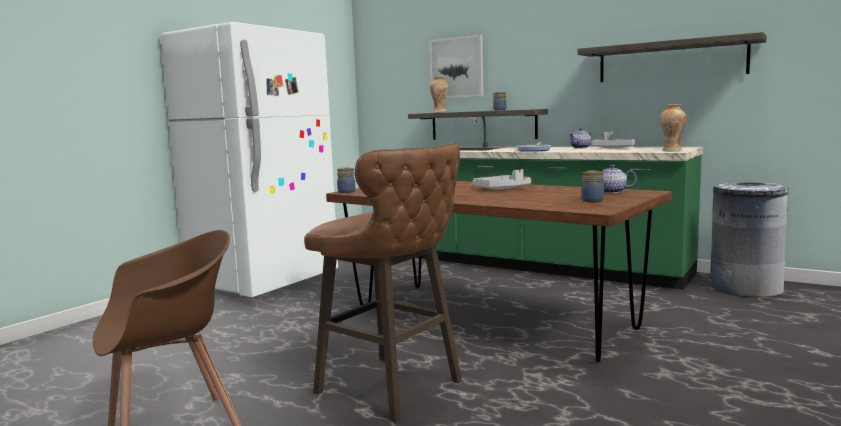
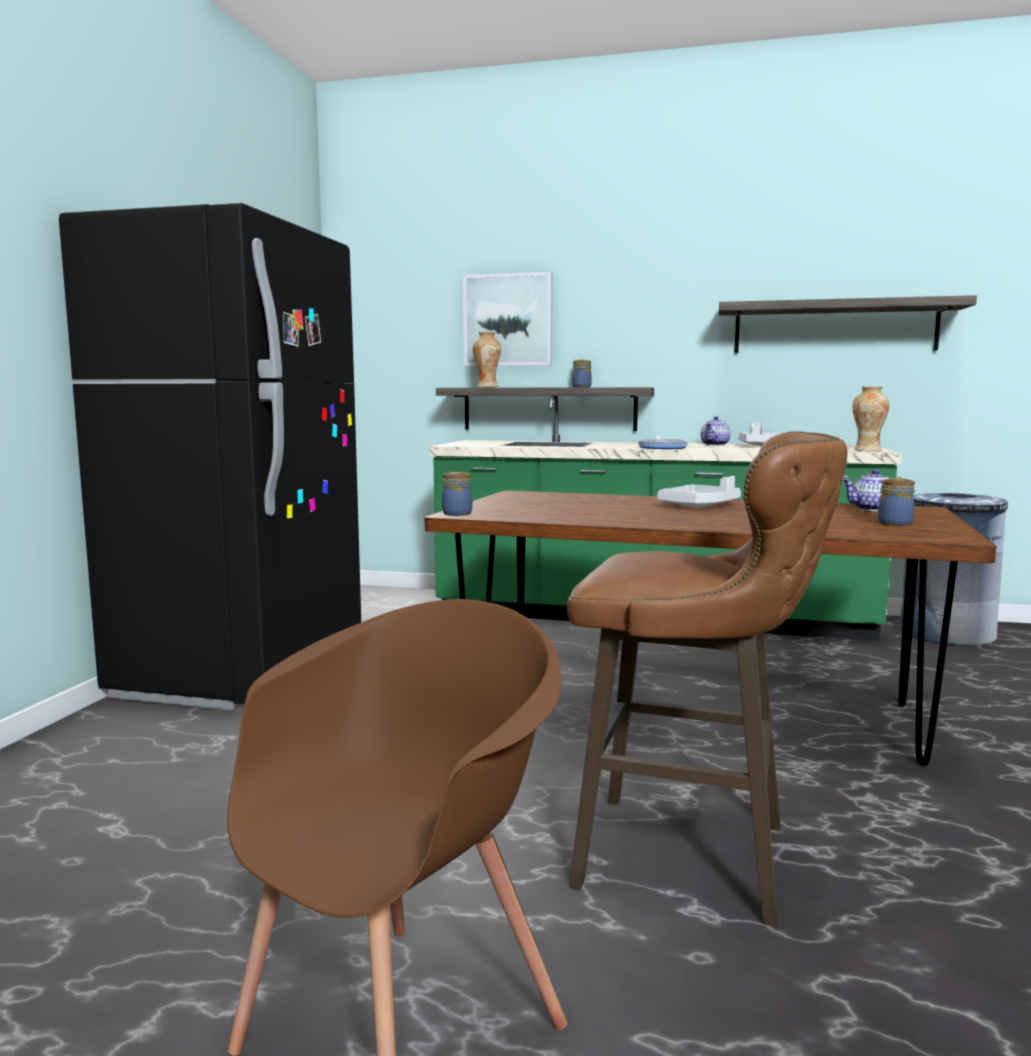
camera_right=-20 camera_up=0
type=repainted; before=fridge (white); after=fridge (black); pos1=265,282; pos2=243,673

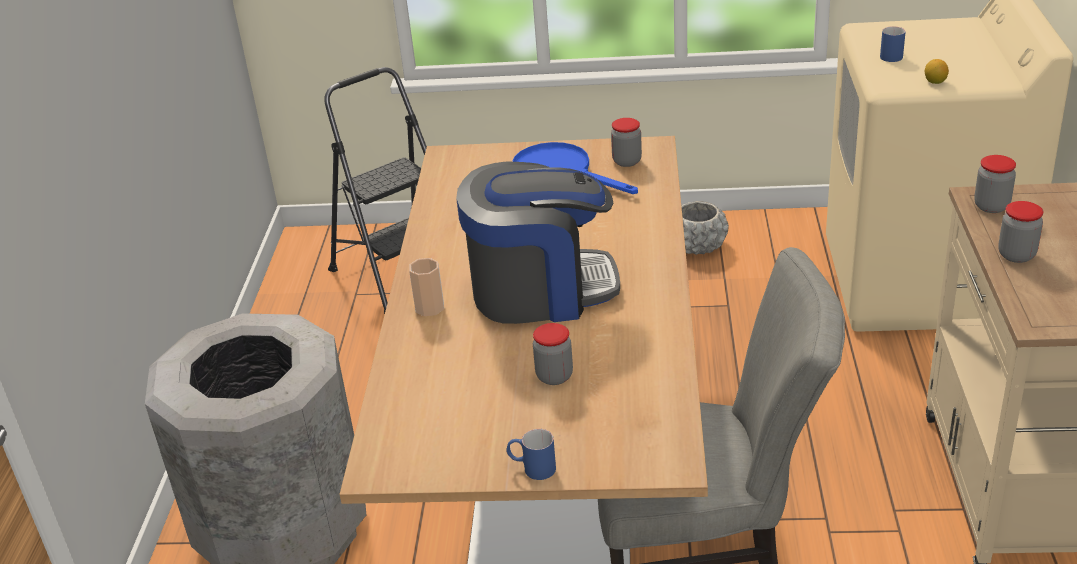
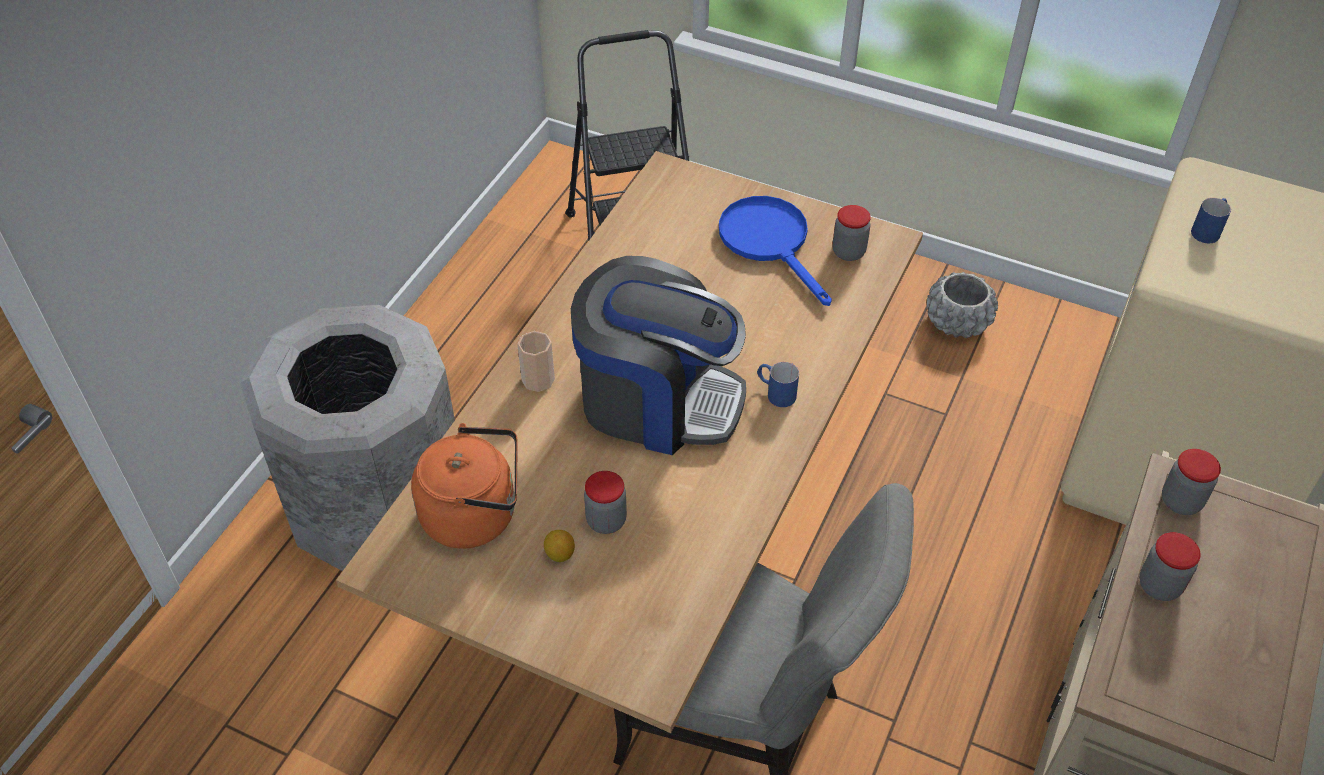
camera_right=20 camera_up=15
type=new; after=kettle (orange); pos2=476,514
type=shifted; before=lemon; pos1=935,82; pos2=560,554
type=shifted; before=mug (blue); pos1=532,468; pos2=775,393

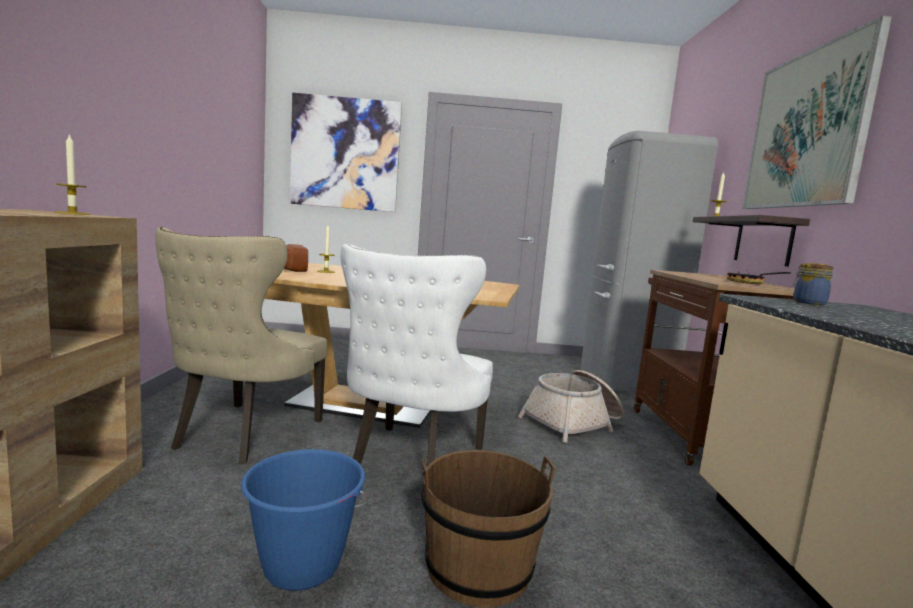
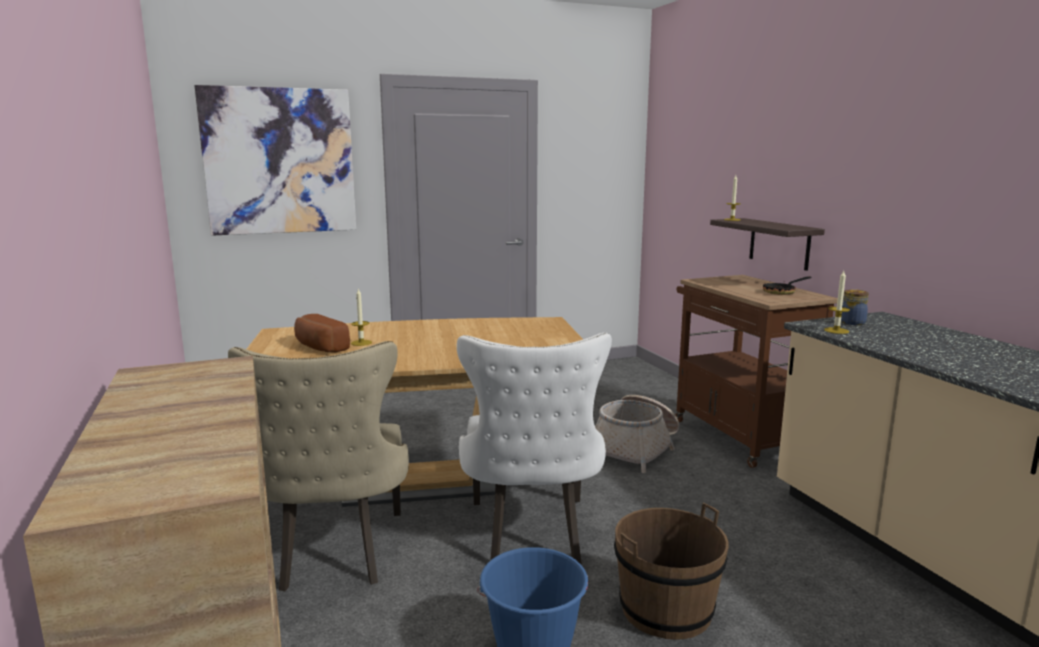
camera_right=-20 camera_up=5
type=shifted; before=candle; pos1=72,213; pos2=836,330
type=gone; before=fridge (grey); pos1=623,381
type=gone; before=picture; pos1=807,129

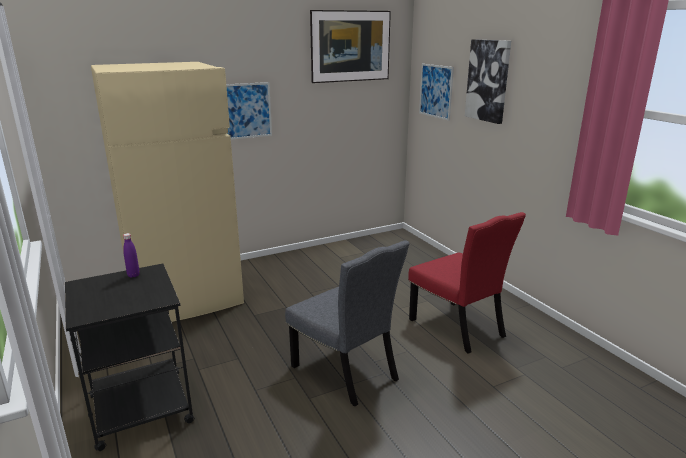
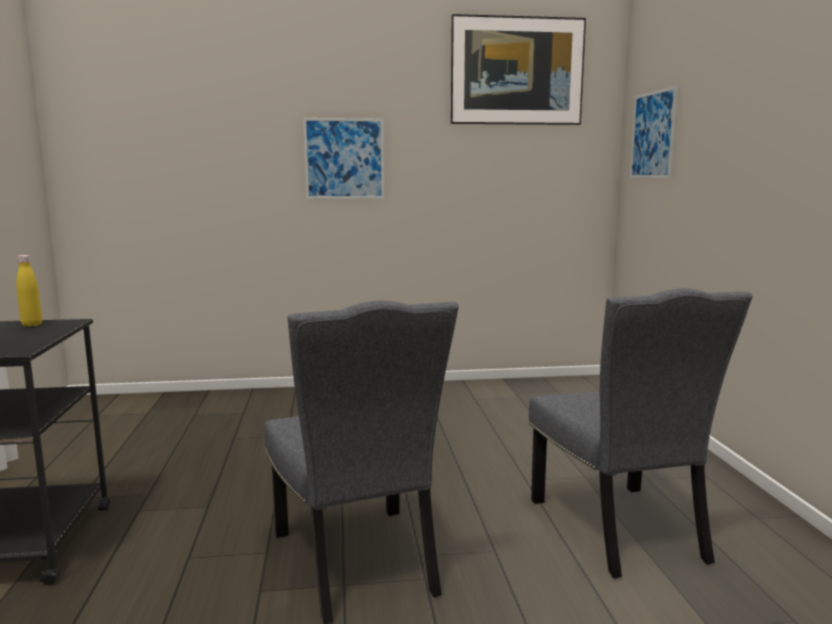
camera_right=20 camera_up=-10
type=repainted; before=bottle (purple); after=bottle (yellow); pos1=133,275; pos2=32,325
type=repainted; before=chair (red); after=chair (grey); pos1=456,326; pos2=618,526
type=gone; before=fridge (beige); pos1=184,294
type=gone; before=picture; pos1=488,80

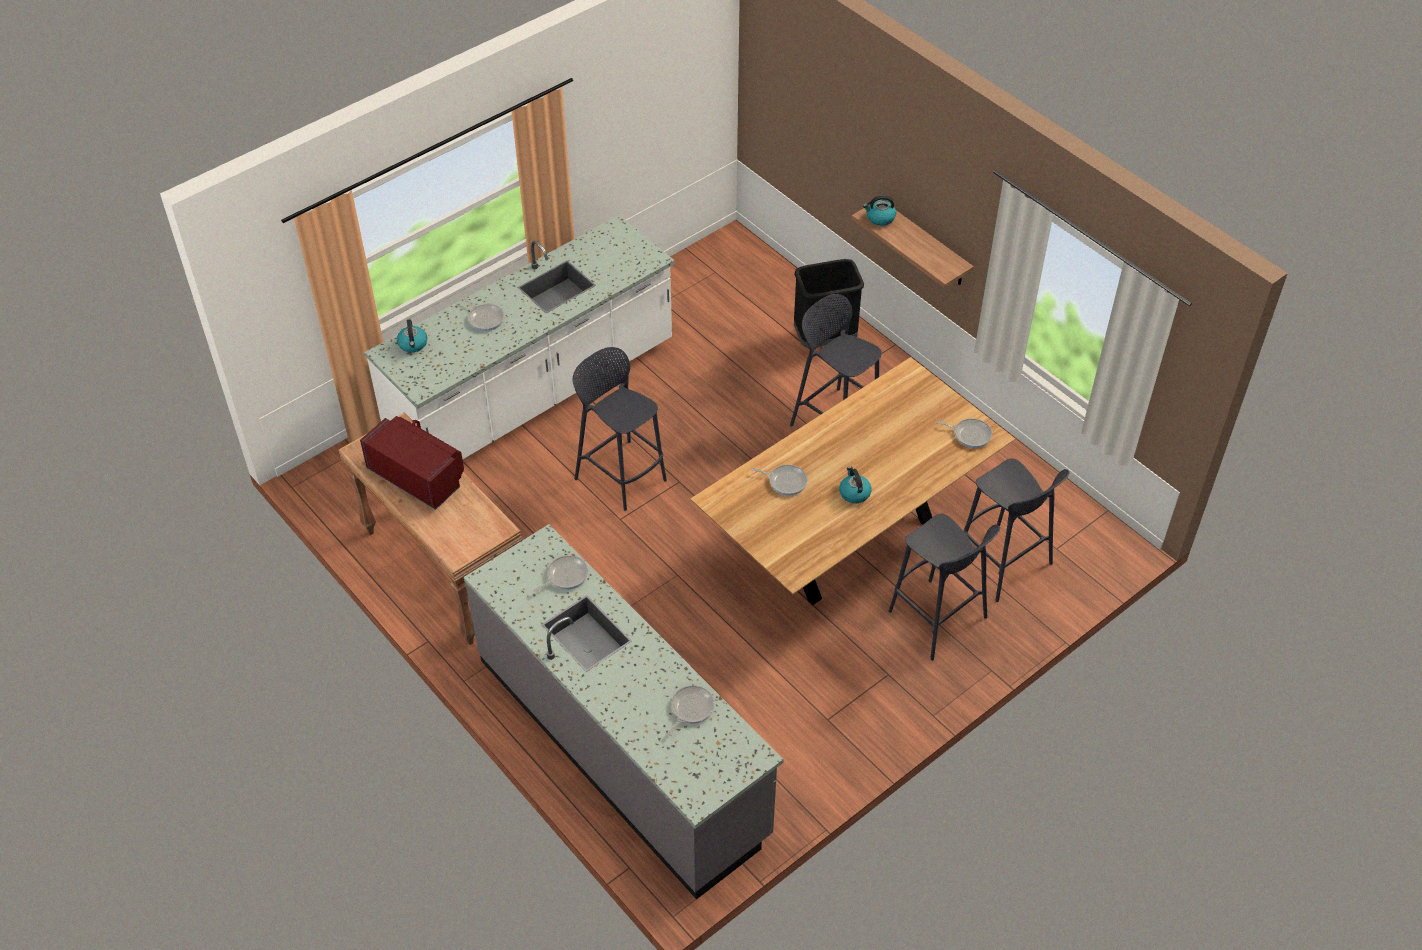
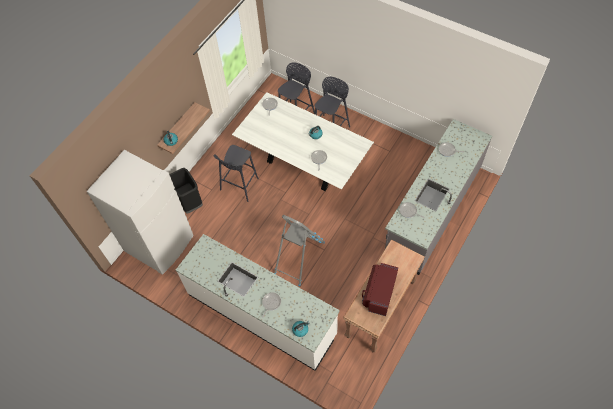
camera_right=-105 camera_up=10
type=new; after=fridge (white); pos2=159,243
type=repainted; before=dining table (brown); after=dining table (white); pos1=848,540; pos2=304,165
type=swapped; before=stool (grey); after=step ladder (grey); pos1=622,476; pos2=300,257

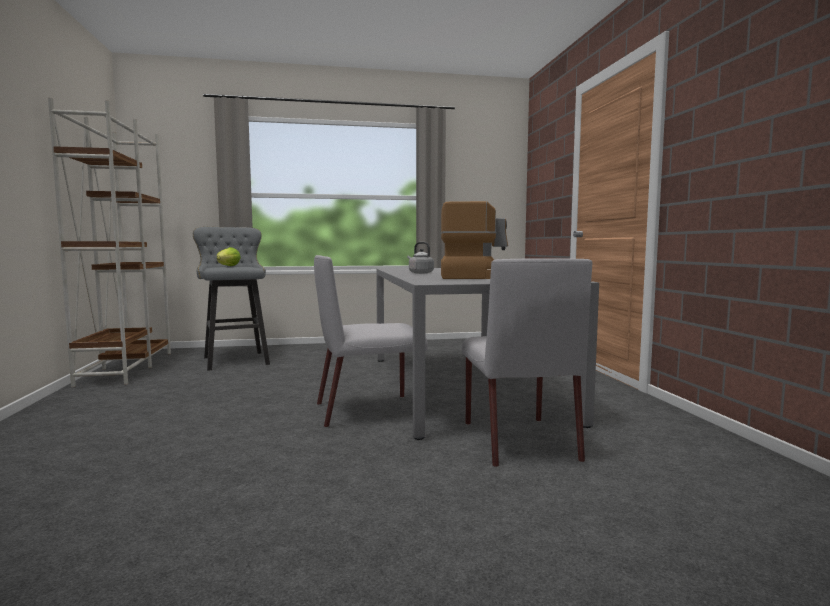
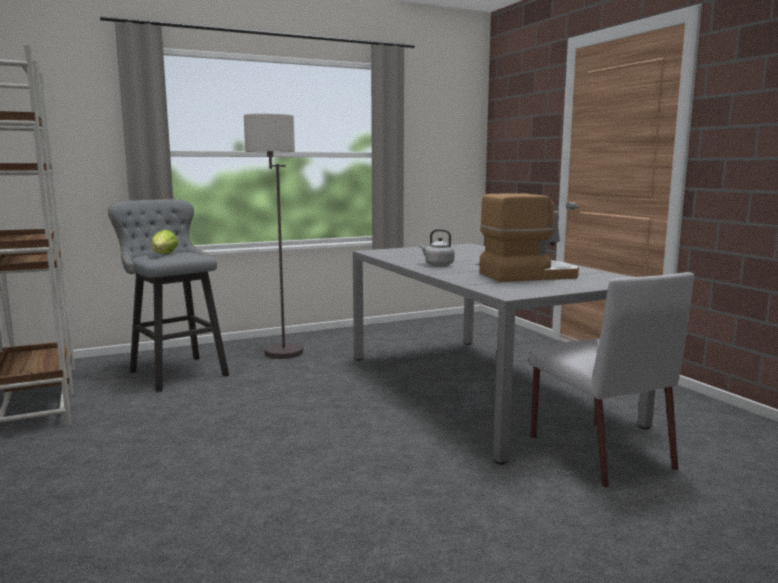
camera_right=-15 camera_up=5
type=new; after=floor lamp (grey); pos2=279,350
type=gone; before=chair (grey); pos1=370,410

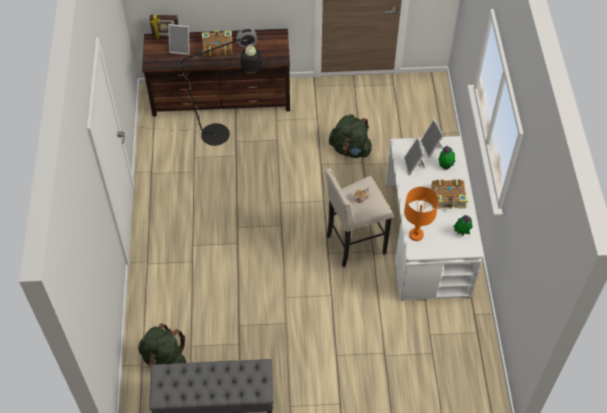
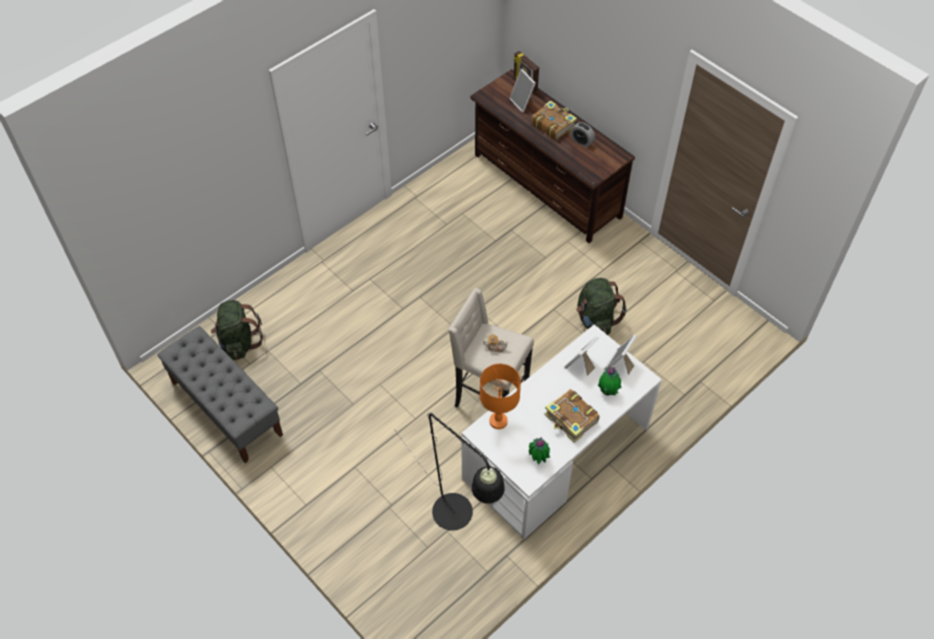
camera_right=50 camera_up=0
type=shifted; before=floor lamp (black); pos1=223,135; pos2=459,520

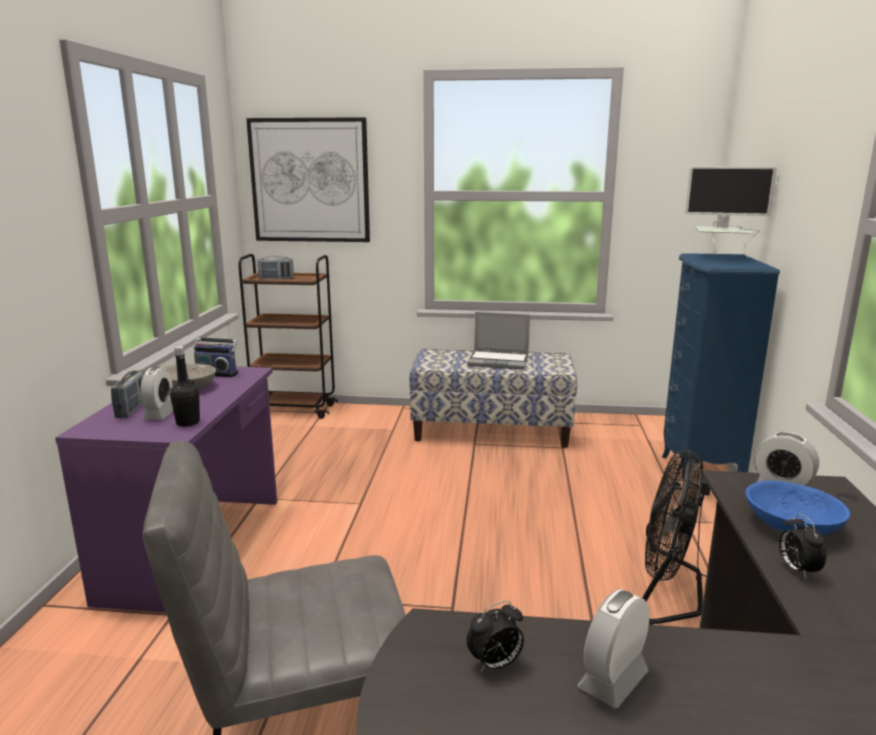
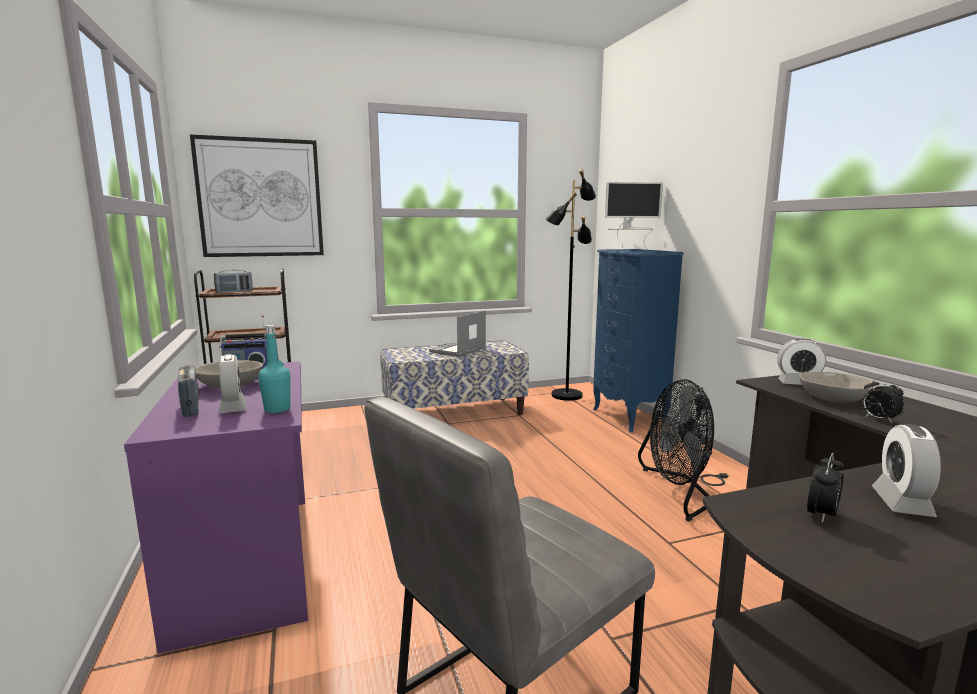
camera_right=-25 camera_up=-5
type=repainted; before=bottle (black); after=bottle (turquoise); pos1=188,422; pos2=277,409
type=rotated; before=laptop; pos1=499,361; pos2=458,350; turn=135
type=new; after=floor lamp (black); pos2=566,395
type=repainted; before=bowl (blue); after=bowl (grey); pos1=791,525; pos2=834,398

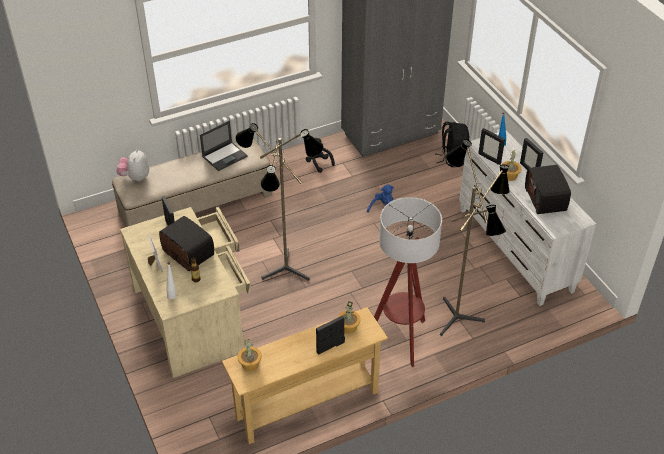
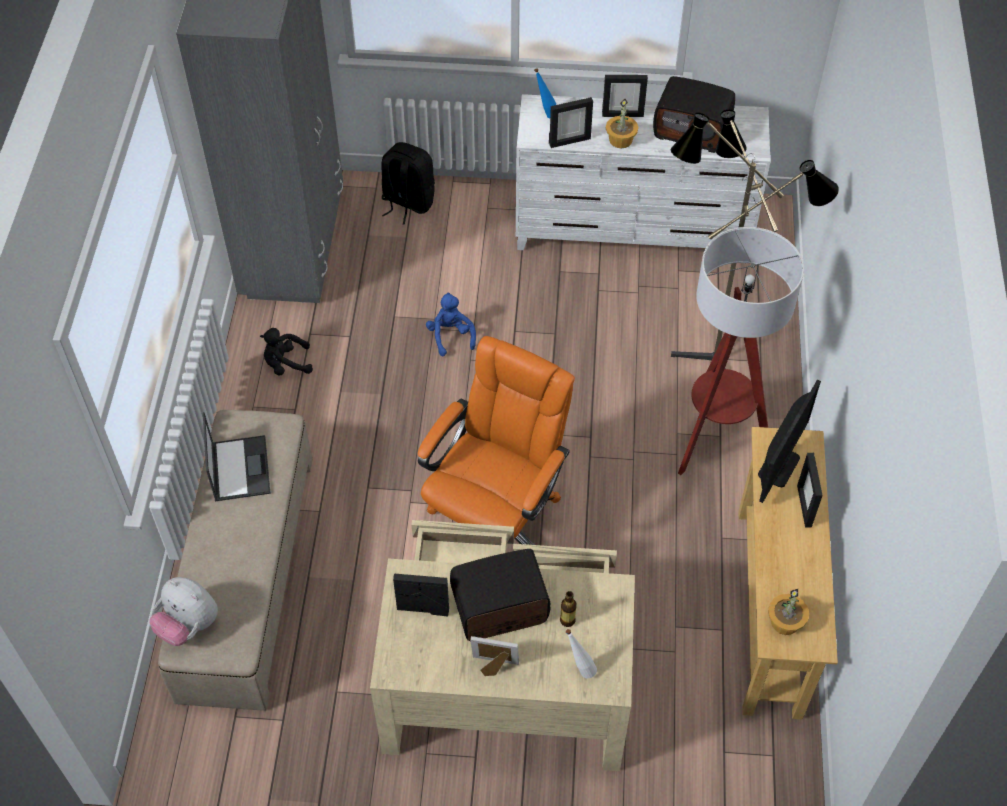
camera_right=-60 camera_up=10
type=swapped; before=floor lamp; after=office chair (orange); pos1=283,273; pos2=496,523
type=swapped; before=potted plant; after=monitor; pos1=349,327; pos2=778,466

